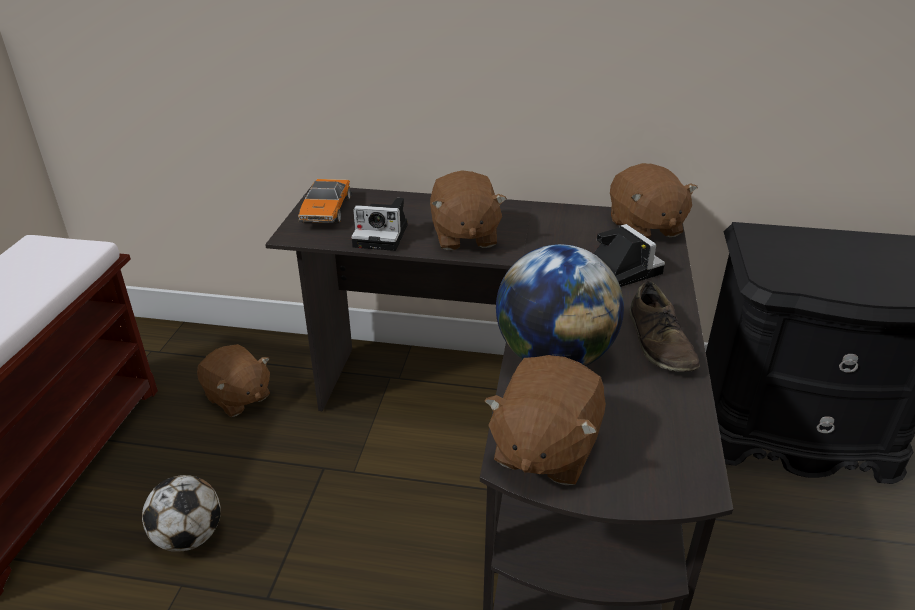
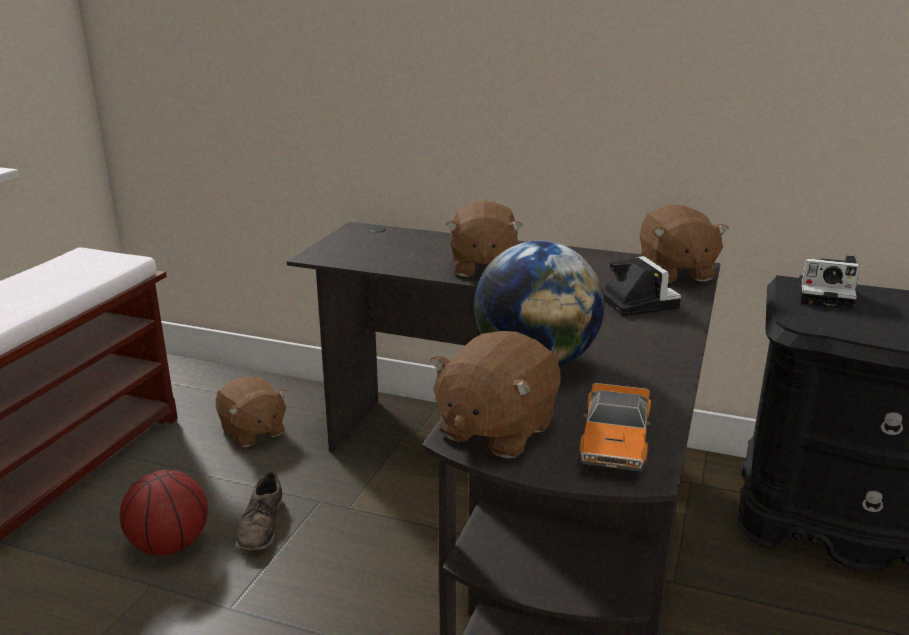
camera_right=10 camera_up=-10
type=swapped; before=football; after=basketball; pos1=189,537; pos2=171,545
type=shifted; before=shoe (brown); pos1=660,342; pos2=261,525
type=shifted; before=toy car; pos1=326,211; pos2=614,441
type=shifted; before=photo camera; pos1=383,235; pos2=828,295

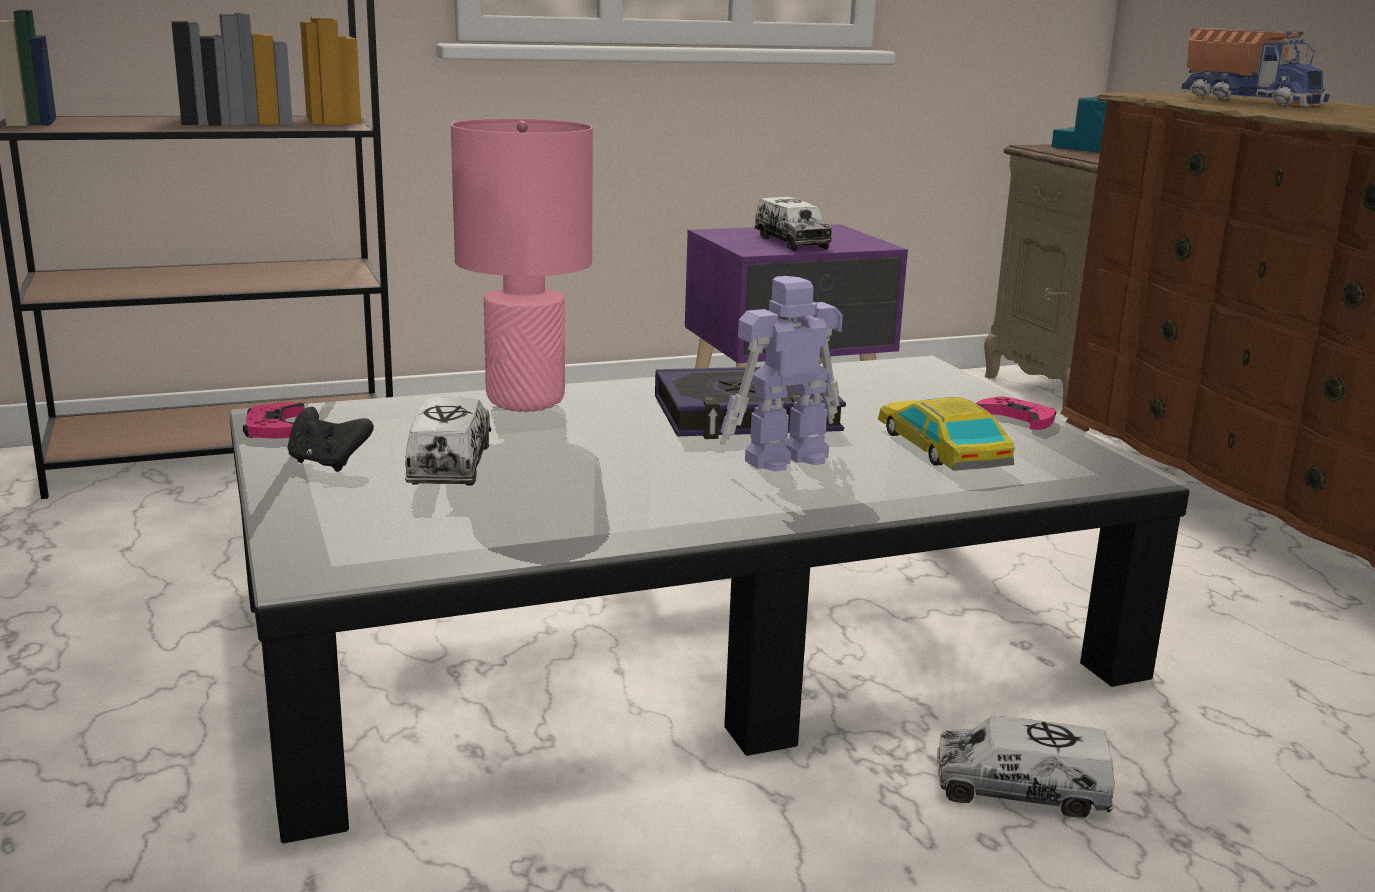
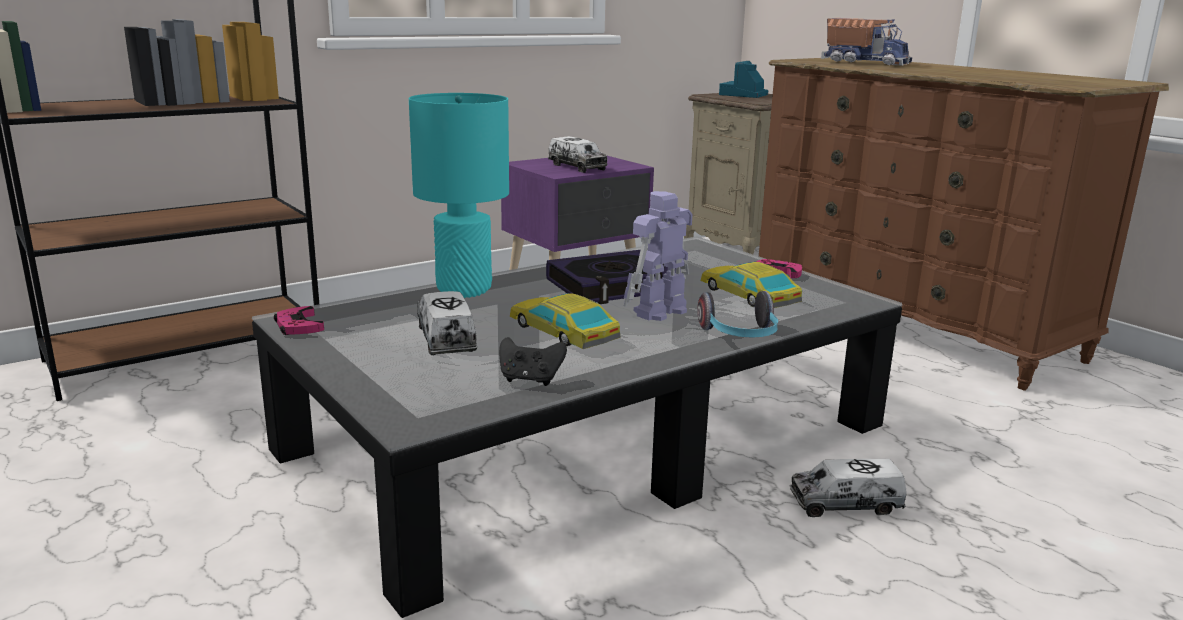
camera_right=-15 camera_up=0
type=repainted; before=table lamp (pink); after=table lamp (turquoise); pos1=525,406; pos2=464,294
type=shifted; before=game controller (black); pos1=327,463; pos2=530,380
type=new; after=toy car; pos2=563,332
type=new; after=headphones; pos2=740,336

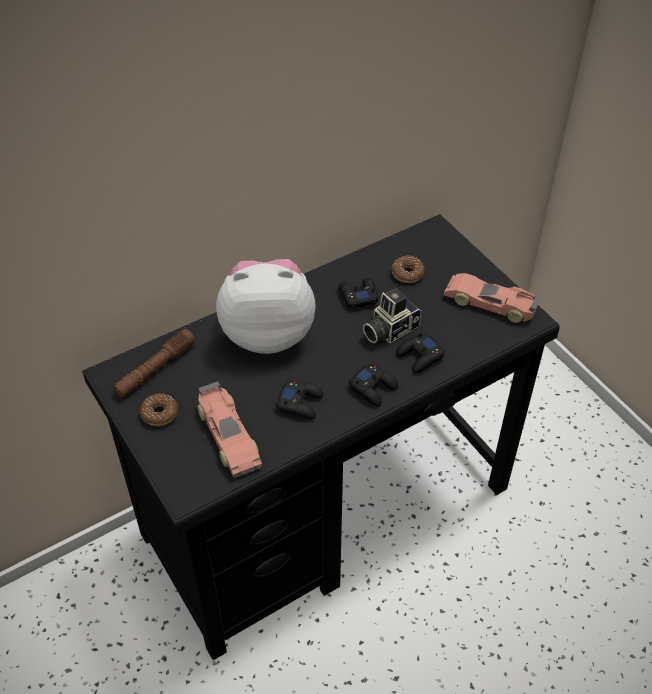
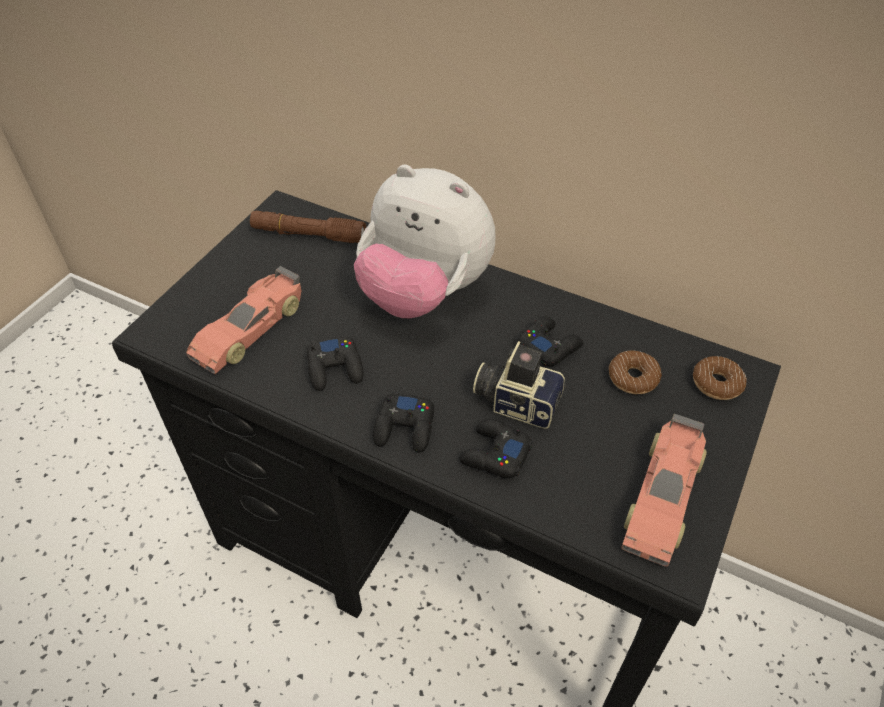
camera_right=60 camera_up=0
type=rotated; before=plush toy; pos1=268,332; pos2=424,293; turn=150
type=rotated; before=toy car; pos1=490,303; pos2=662,496; turn=-150
type=shifted; before=donut; pos1=159,414; pos2=717,383

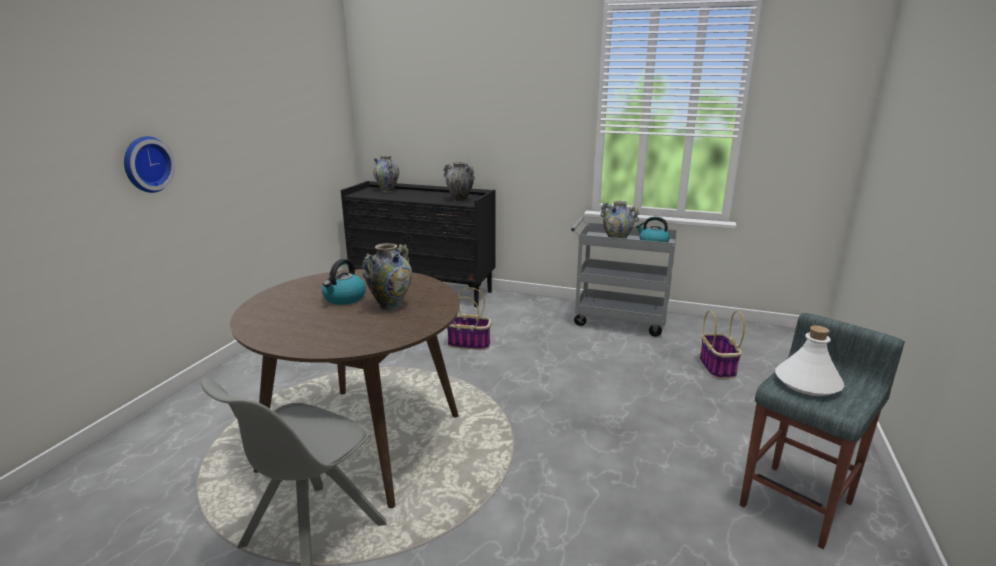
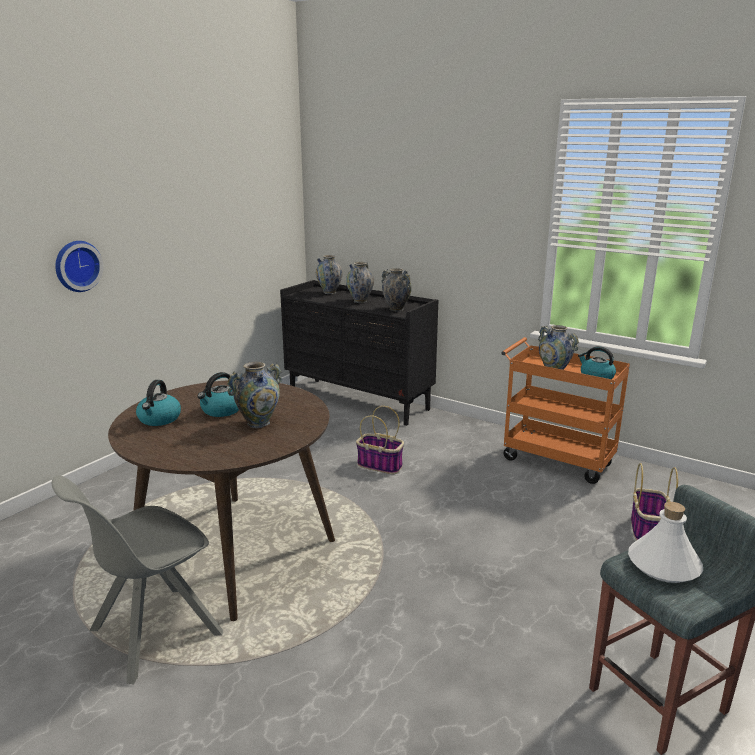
camera_right=15 camera_up=0
type=new; after=kettle; pos2=159,419
type=new; after=vase; pos2=360,301
type=repainted; before=cart (grey); after=cart (orange); pos1=617,323; pos2=554,462

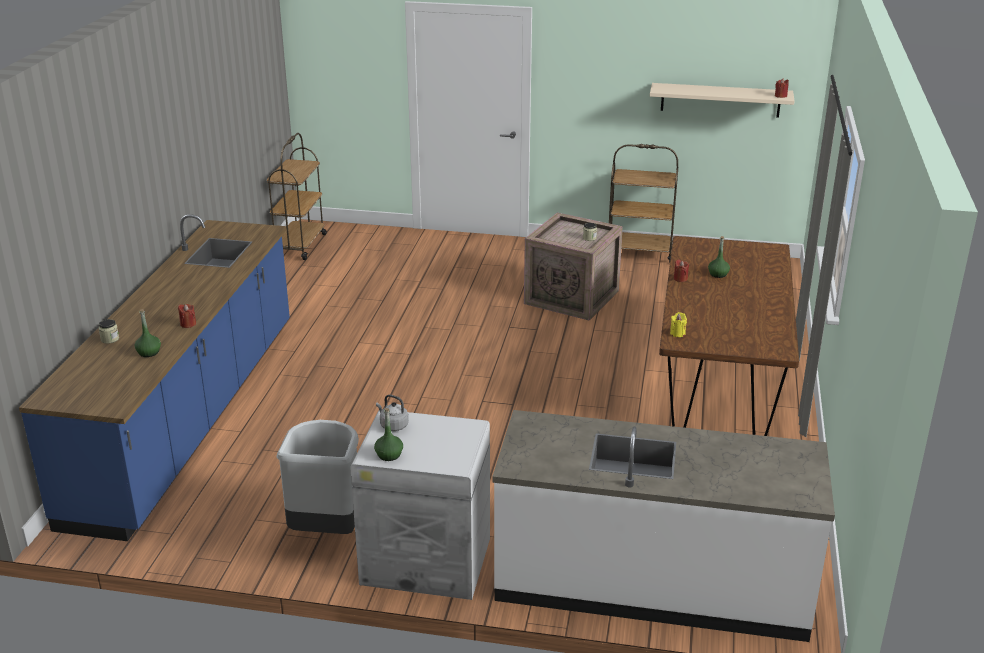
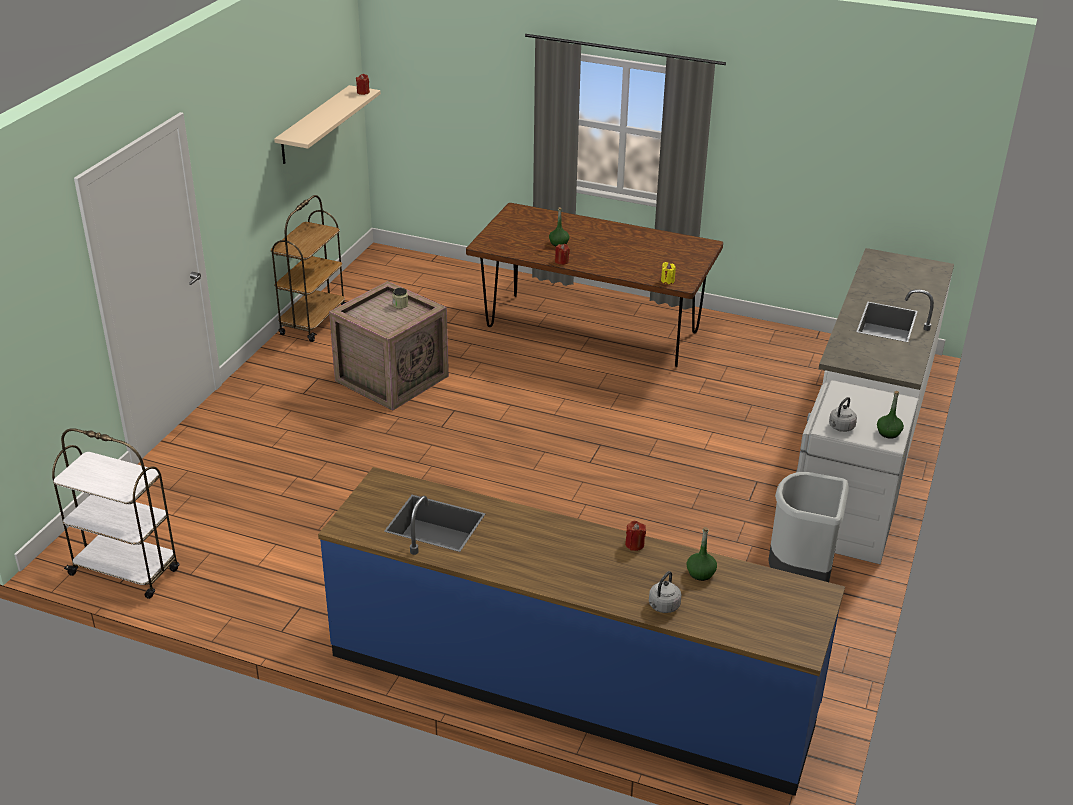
camera_right=-80 camera_up=5
type=repainted; before=cart (brown); after=cart (white); pos1=300,246; pos2=125,573
type=swapped; before=jar; after=kettle (grey); pos1=110,339; pos2=663,606

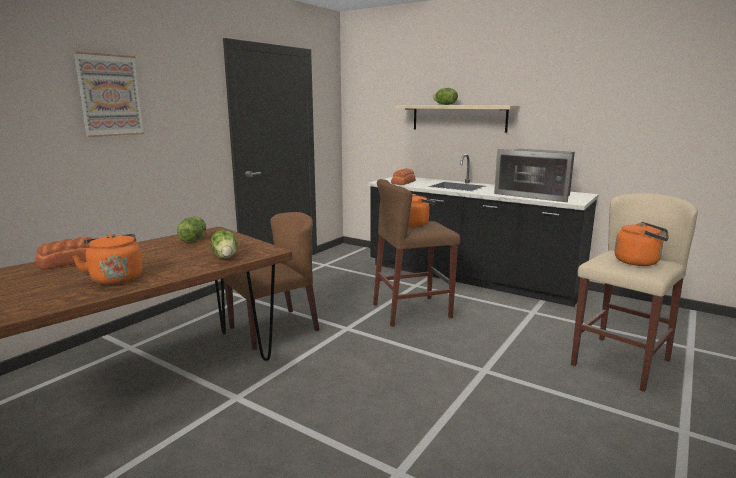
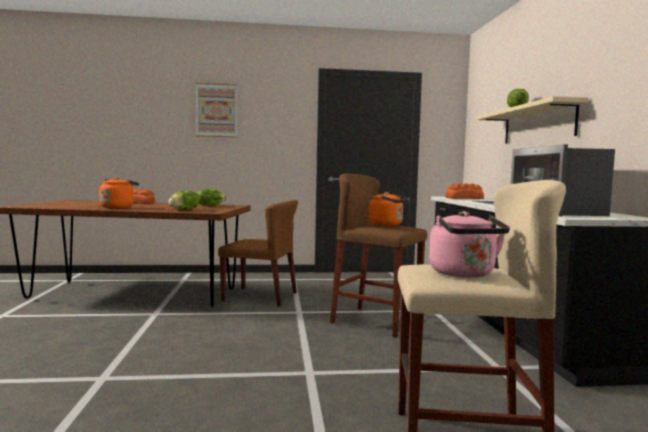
camera_right=50 camera_up=-10
type=repainted; before=kettle (orange); after=kettle (pink); pos1=639,262; pos2=464,274

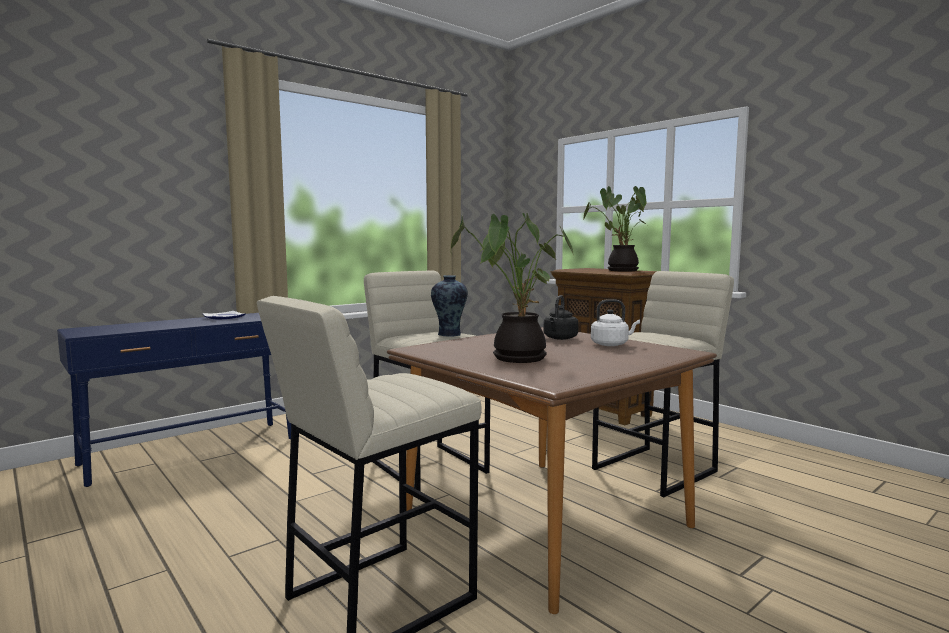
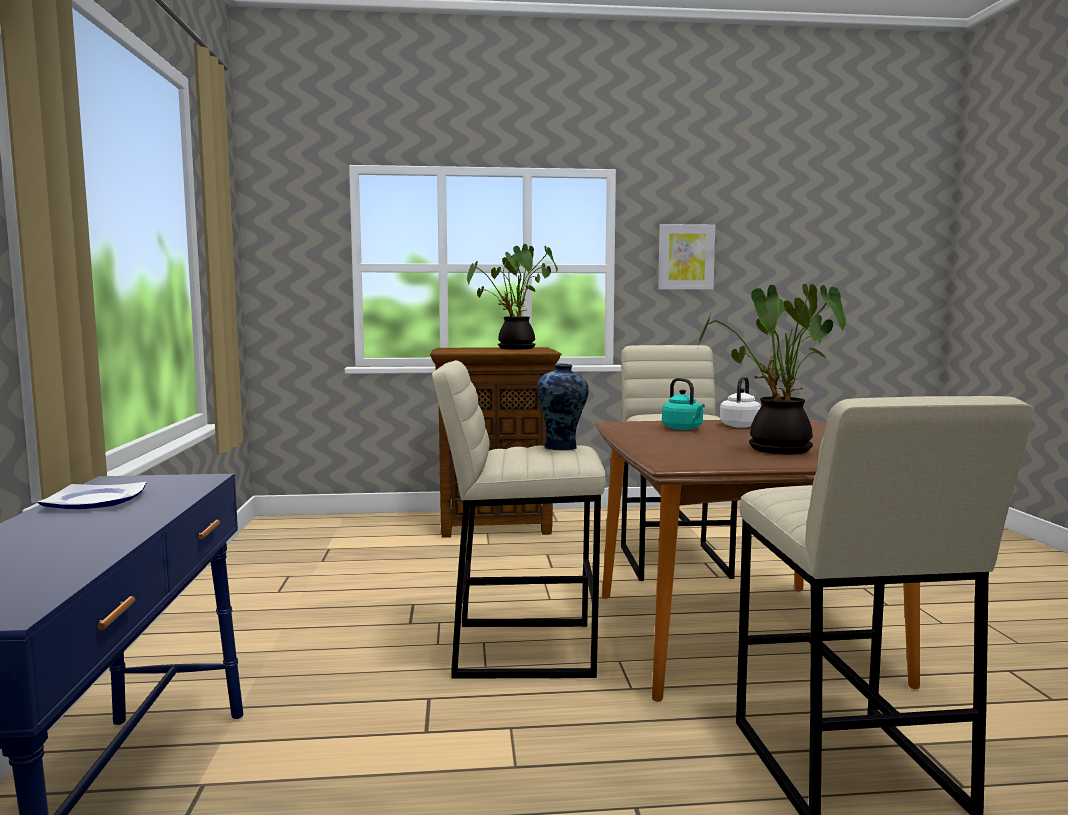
camera_right=-55 camera_up=0
type=new; after=picture; pos2=685,257
type=repainted; before=kettle (black); after=kettle (turquoise); pos1=560,338; pos2=683,428

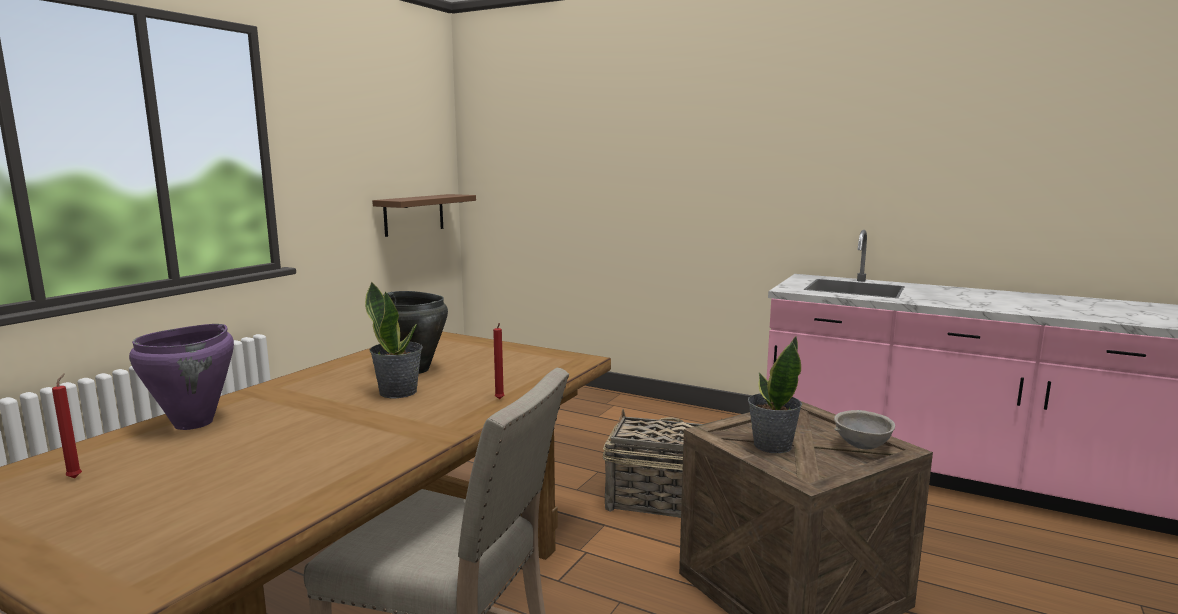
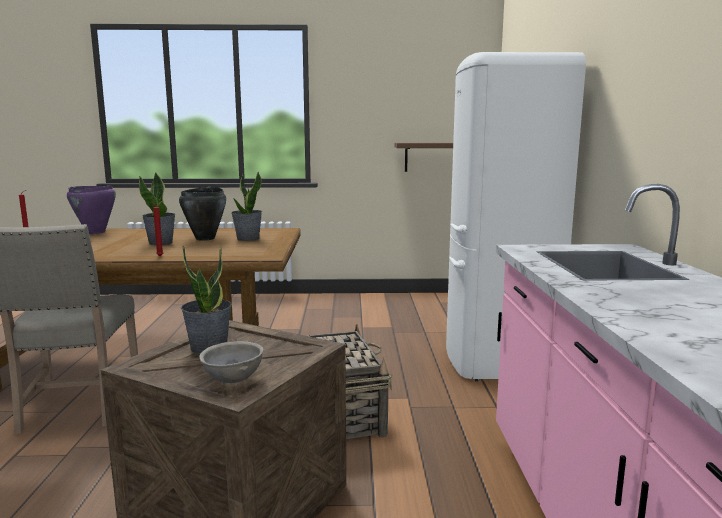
camera_right=60 camera_up=0
type=new; after=potted plant; pos2=248,239
type=new; after=fridge (white); pos2=495,362

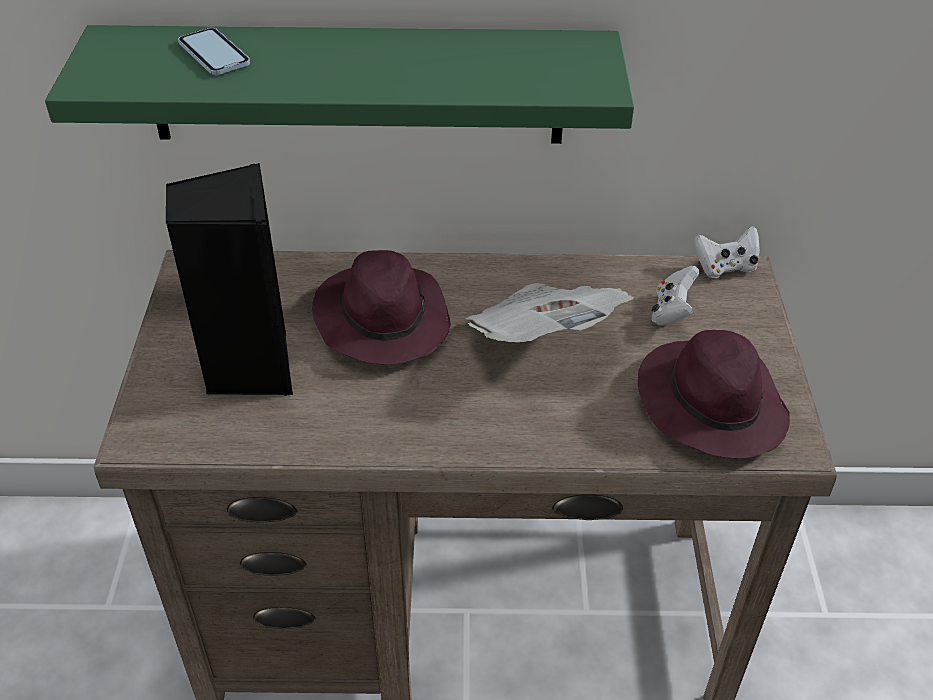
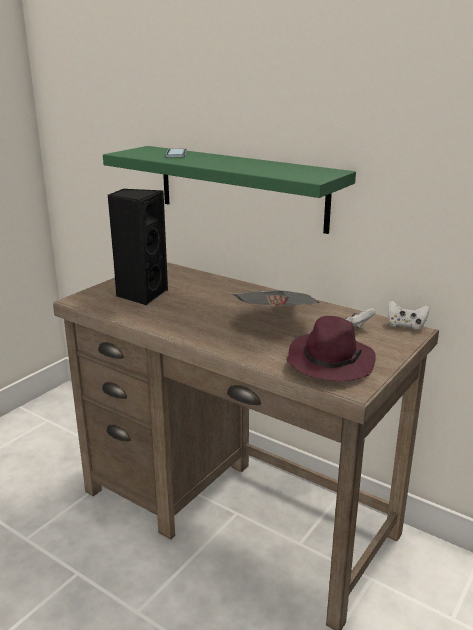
camera_right=35 camera_up=-20
type=gone; before=hat (purple); pos1=381,319

